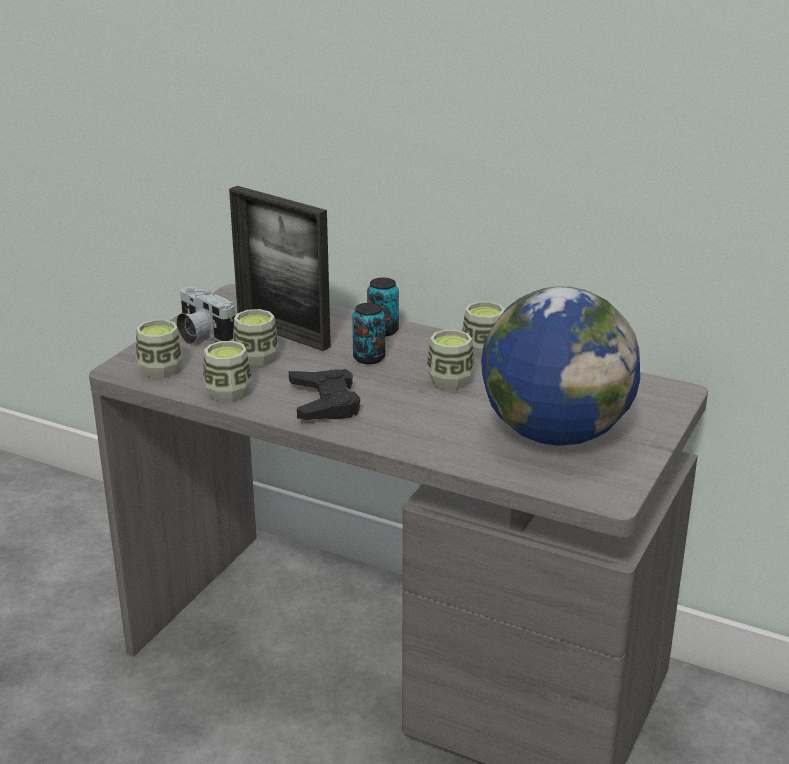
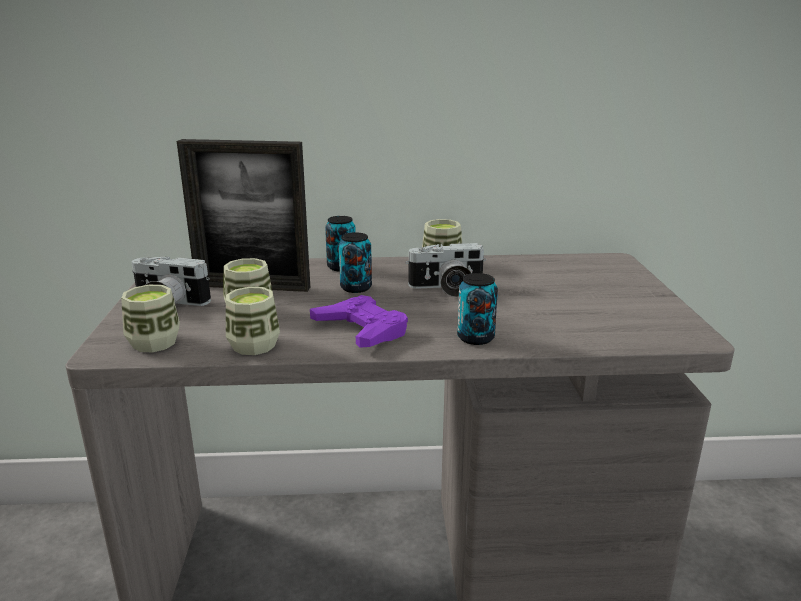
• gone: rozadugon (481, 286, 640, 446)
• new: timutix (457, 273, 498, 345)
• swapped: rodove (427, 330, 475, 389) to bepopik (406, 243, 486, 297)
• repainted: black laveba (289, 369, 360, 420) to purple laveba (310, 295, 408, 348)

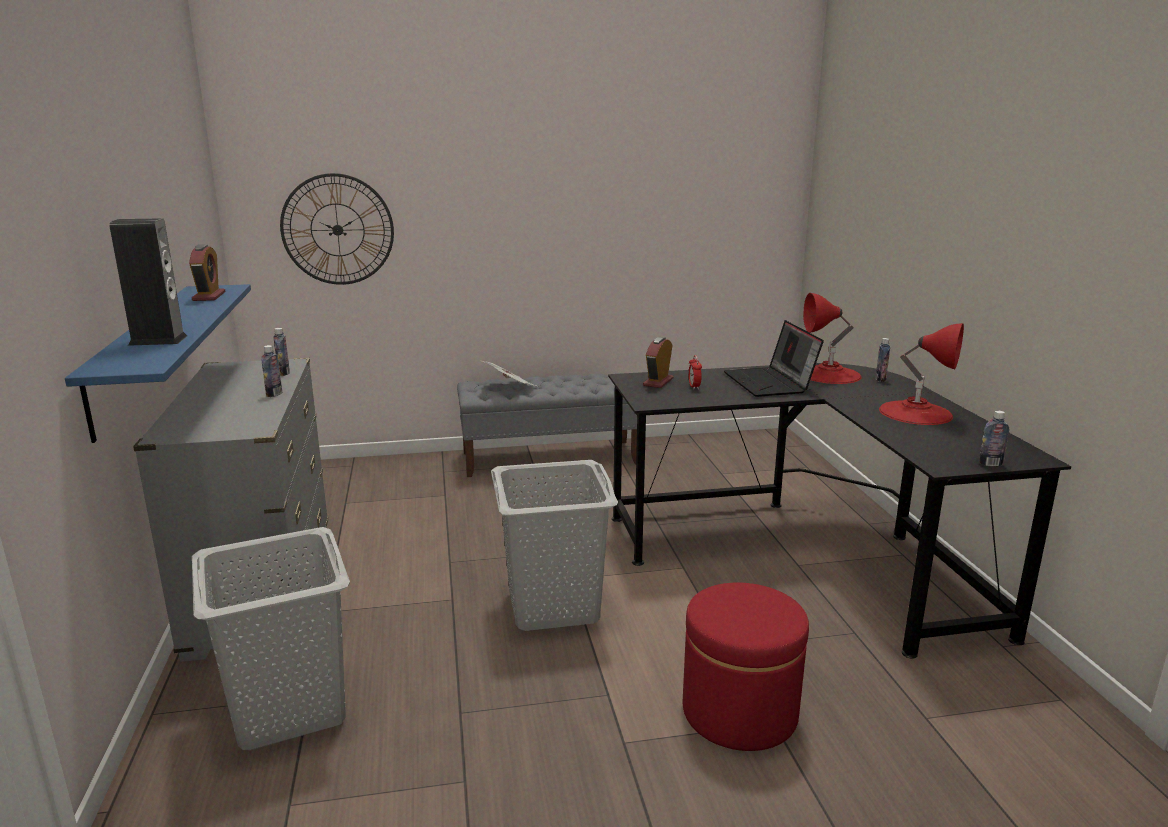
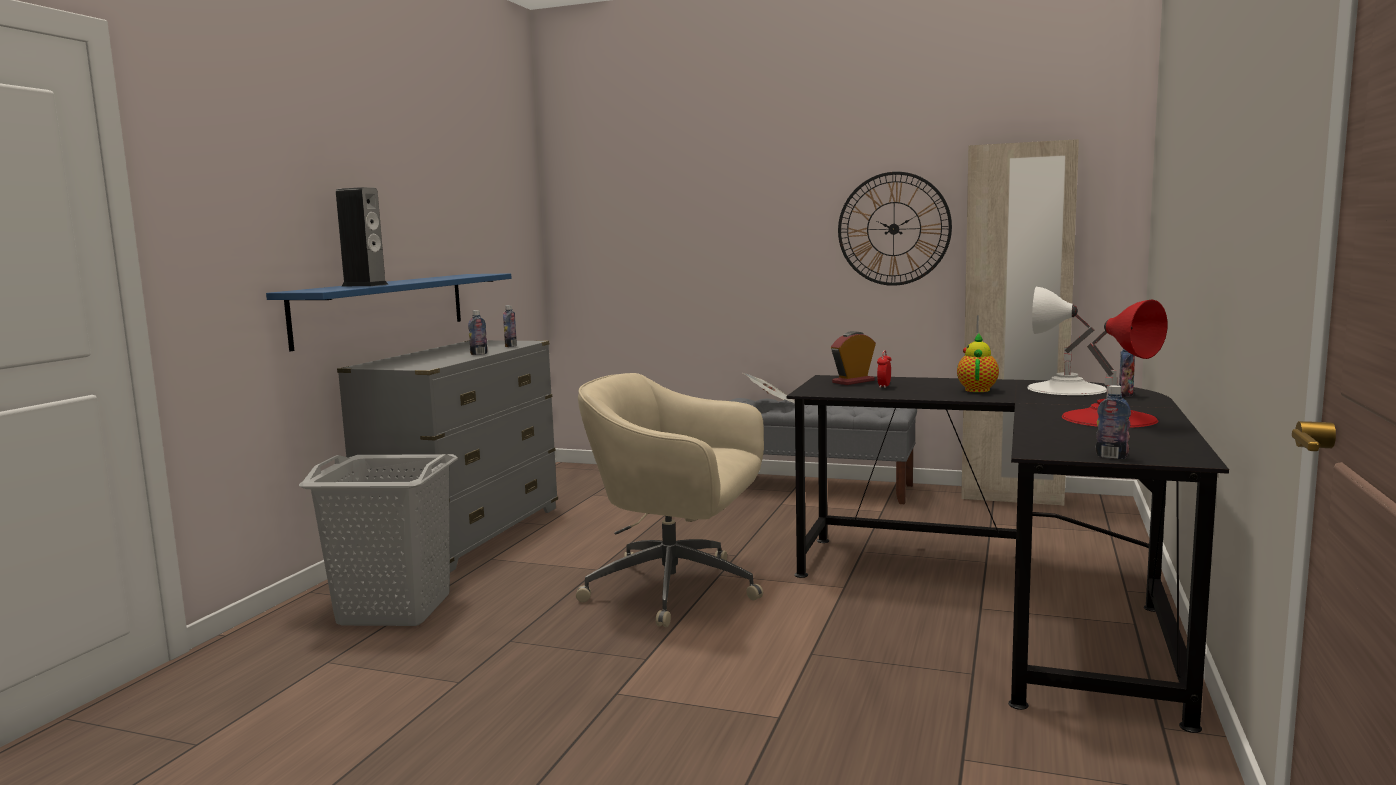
• gone: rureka (189, 244, 226, 301)
• gone: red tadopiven (683, 583, 809, 751)
• new: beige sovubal (961, 139, 1079, 506)
• shifted: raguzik (280, 173, 394, 285) to (838, 172, 952, 286)
• swapped: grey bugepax (491, 460, 618, 631) to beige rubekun (576, 373, 764, 627)
• swapped: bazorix (724, 320, 824, 397) to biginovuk (957, 333, 999, 392)
• repainted: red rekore (803, 293, 861, 384) to white rekore (1027, 287, 1107, 395)

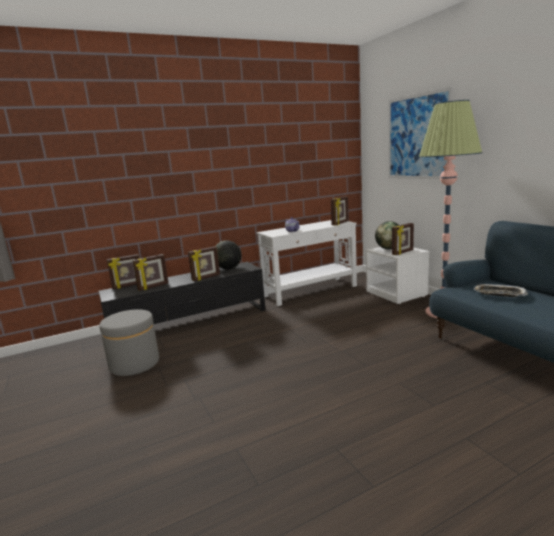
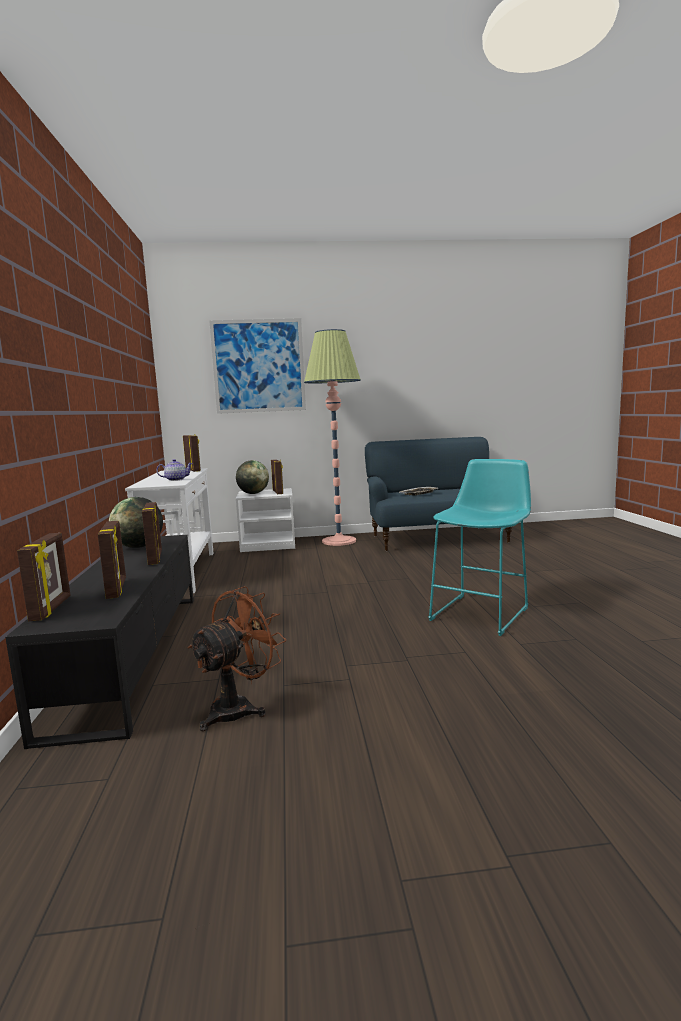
• new: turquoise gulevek (428, 459, 531, 636)
• swapped: grey tadopiven (99, 309, 159, 376) to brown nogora (188, 586, 287, 731)

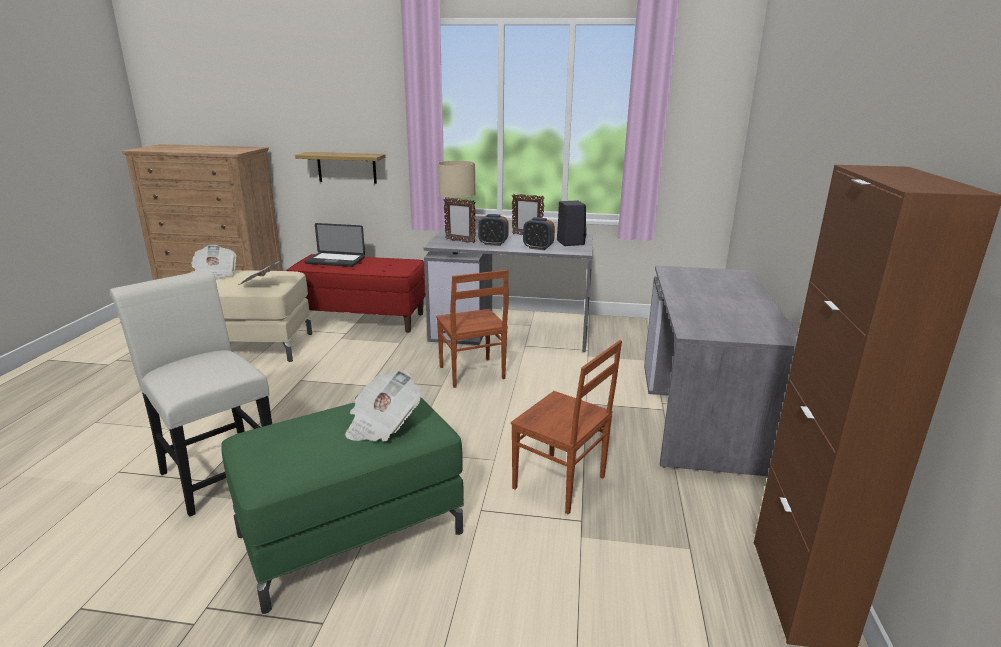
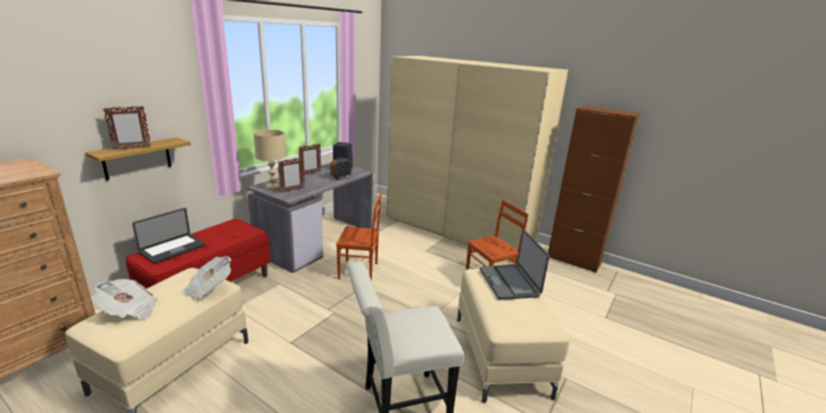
• gone: rureka (478, 214, 509, 246)
• new: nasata (103, 106, 151, 150)
• swapped: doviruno (345, 370, 421, 442) to bazorix (480, 229, 550, 300)
• swapped: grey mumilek (644, 266, 798, 476) to beige sovubal (386, 56, 568, 260)
• repainted: green tadopiven (221, 398, 464, 614) to beige tadopiven (457, 269, 570, 403)

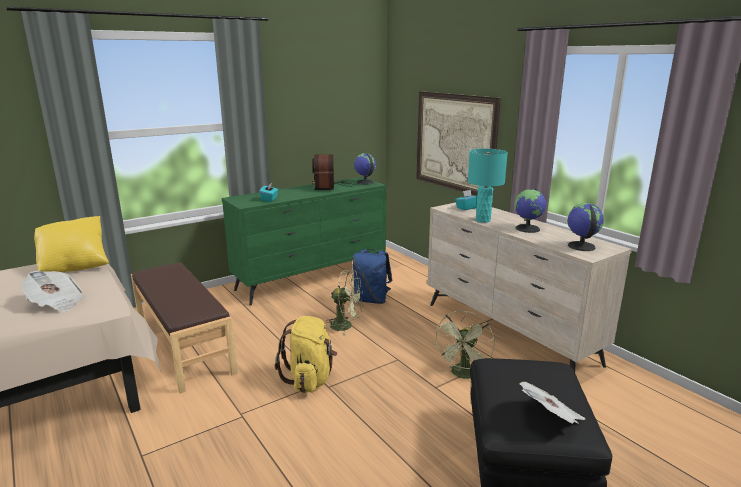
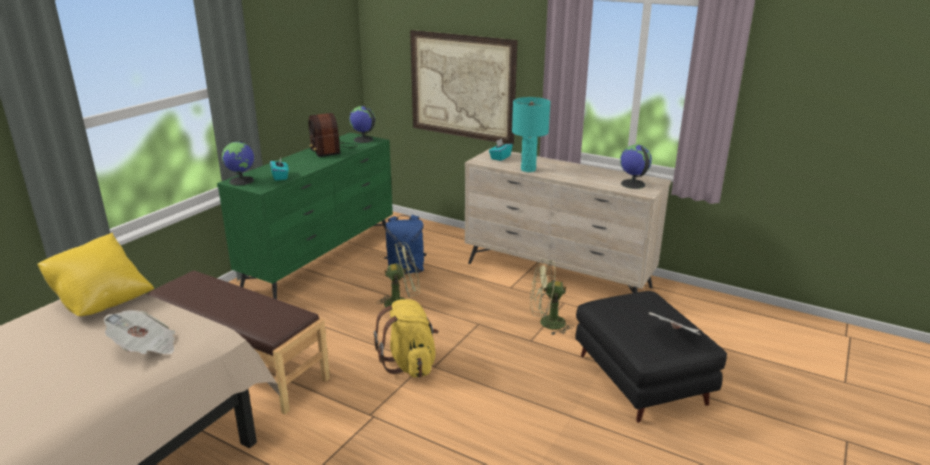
• shifted: rozadugon (514, 189, 546, 233) to (222, 141, 254, 186)
• rotated: green nogora (434, 311, 495, 379) = (530, 259, 574, 335) 90 degrees clockwise

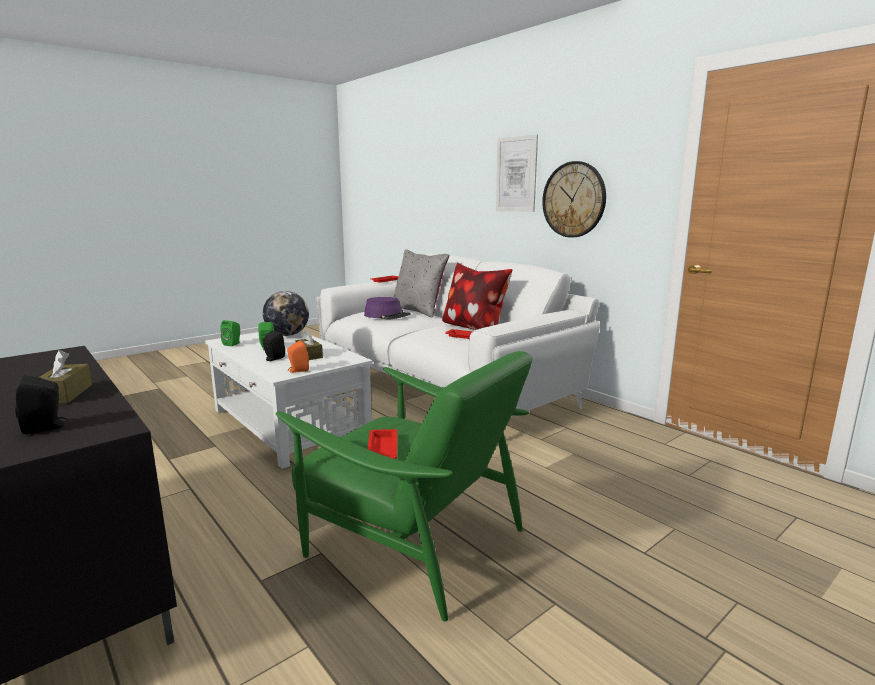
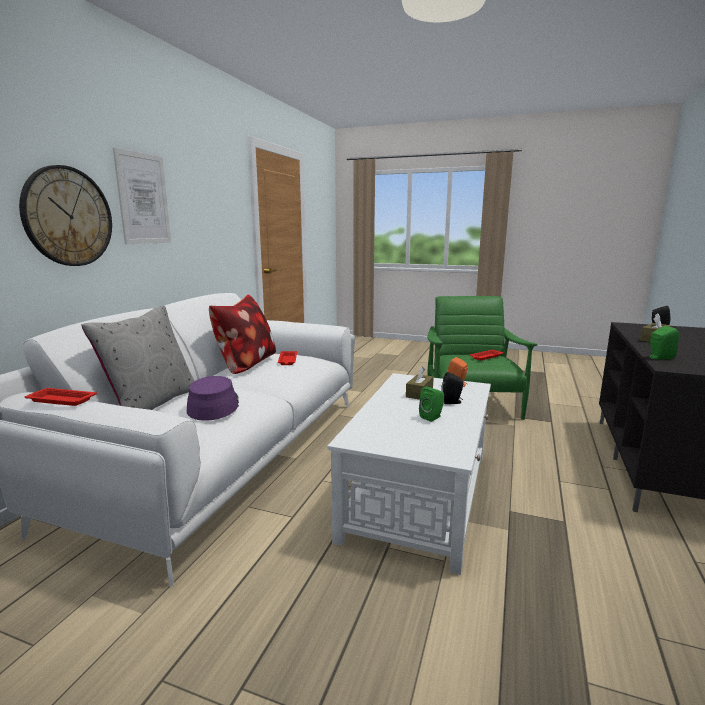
• gone: rozadugon (263, 291, 309, 336)
• shifted: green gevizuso (220, 320, 240, 346) to (650, 326, 679, 360)
• shifted: raguzik (542, 161, 606, 238) to (19, 165, 112, 266)

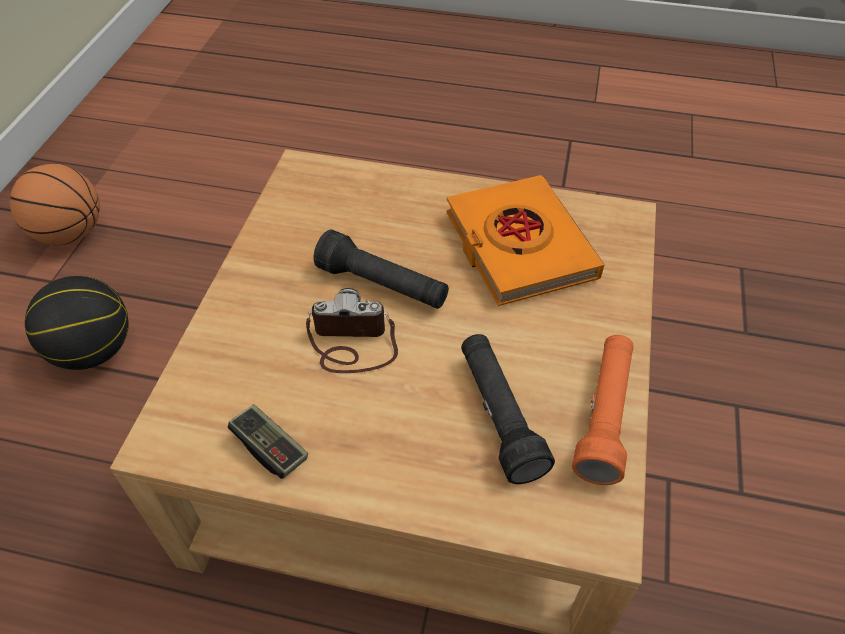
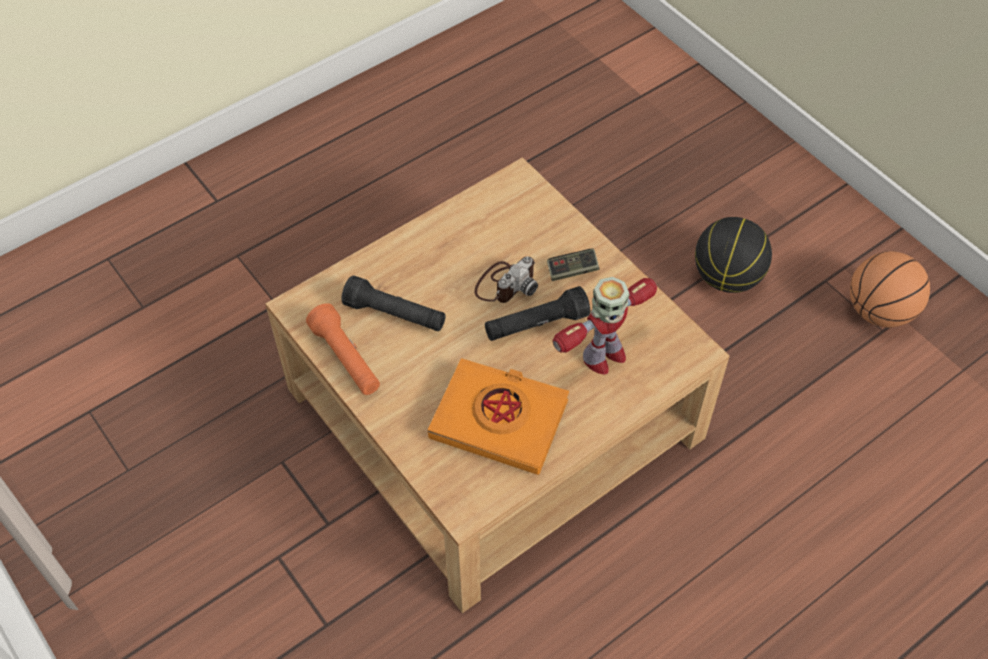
• new: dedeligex (553, 277, 657, 375)
• shifted: laveba (228, 404, 308, 479) to (547, 249, 599, 281)

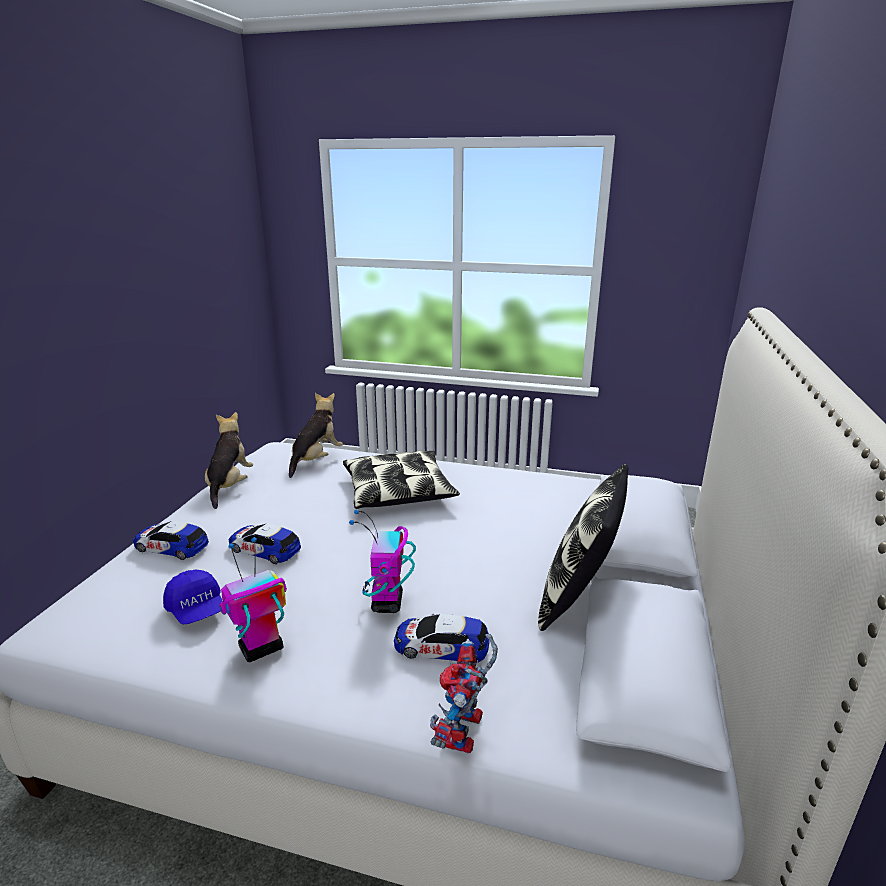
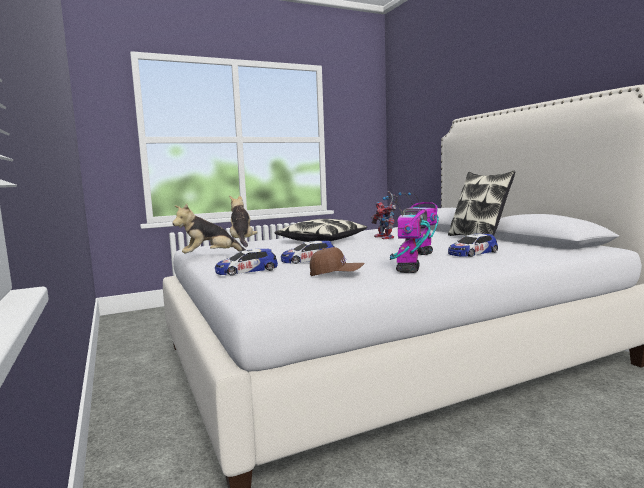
• shifted: dedeligex (430, 634, 498, 753) to (371, 191, 398, 239)
• repainted: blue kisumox (163, 569, 223, 624) to brown kisumox (310, 247, 365, 276)
• rotated: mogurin (205, 412, 253, 509) = (172, 204, 246, 253) 75 degrees counterclockwise

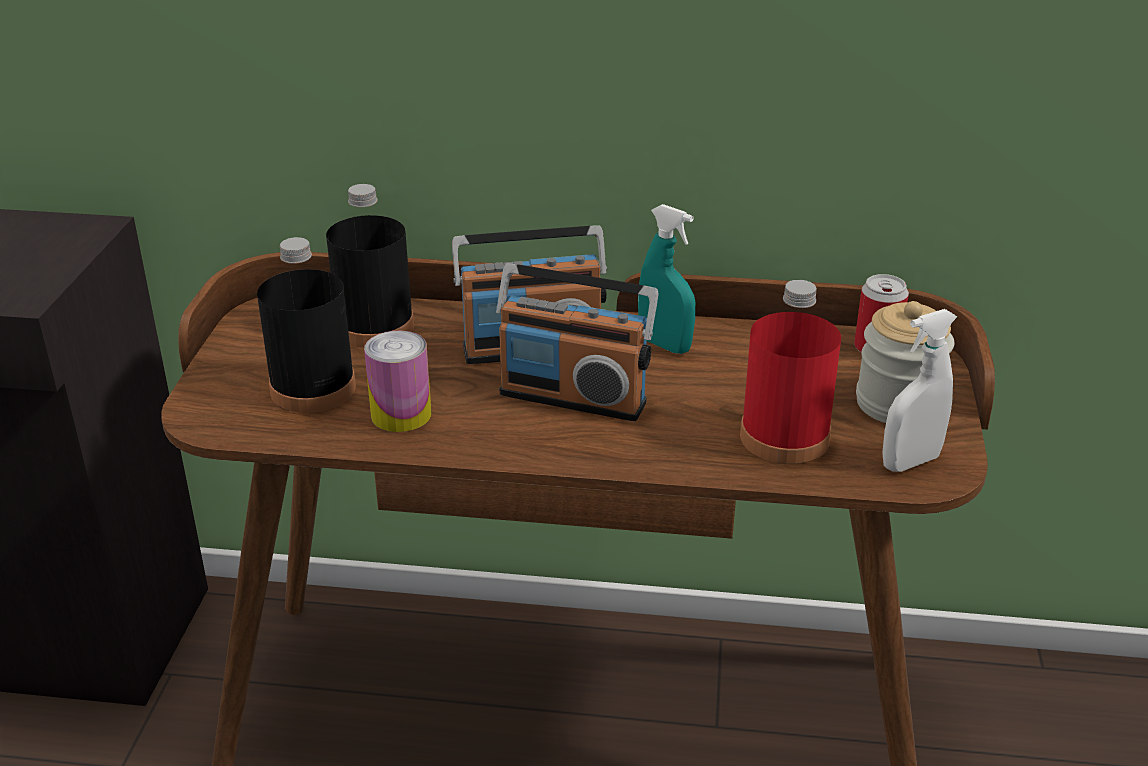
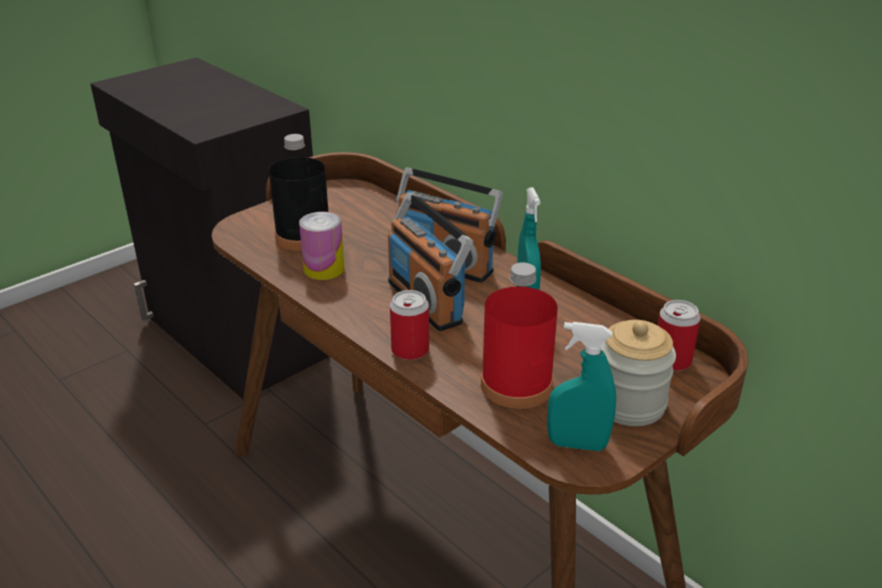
• gone: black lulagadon (326, 184, 414, 348)
• new: timutix (390, 290, 429, 360)
• repainted: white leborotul (882, 309, 957, 472) to turquoise leborotul (547, 322, 616, 451)

